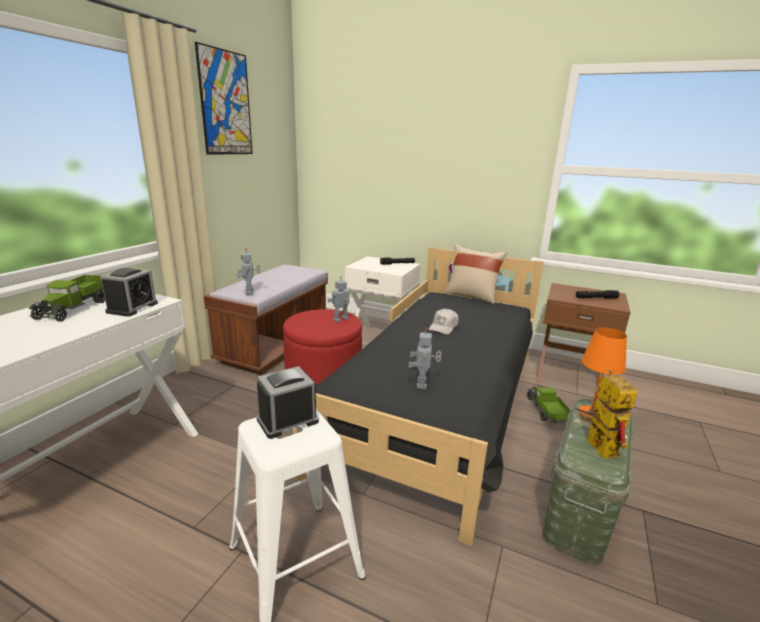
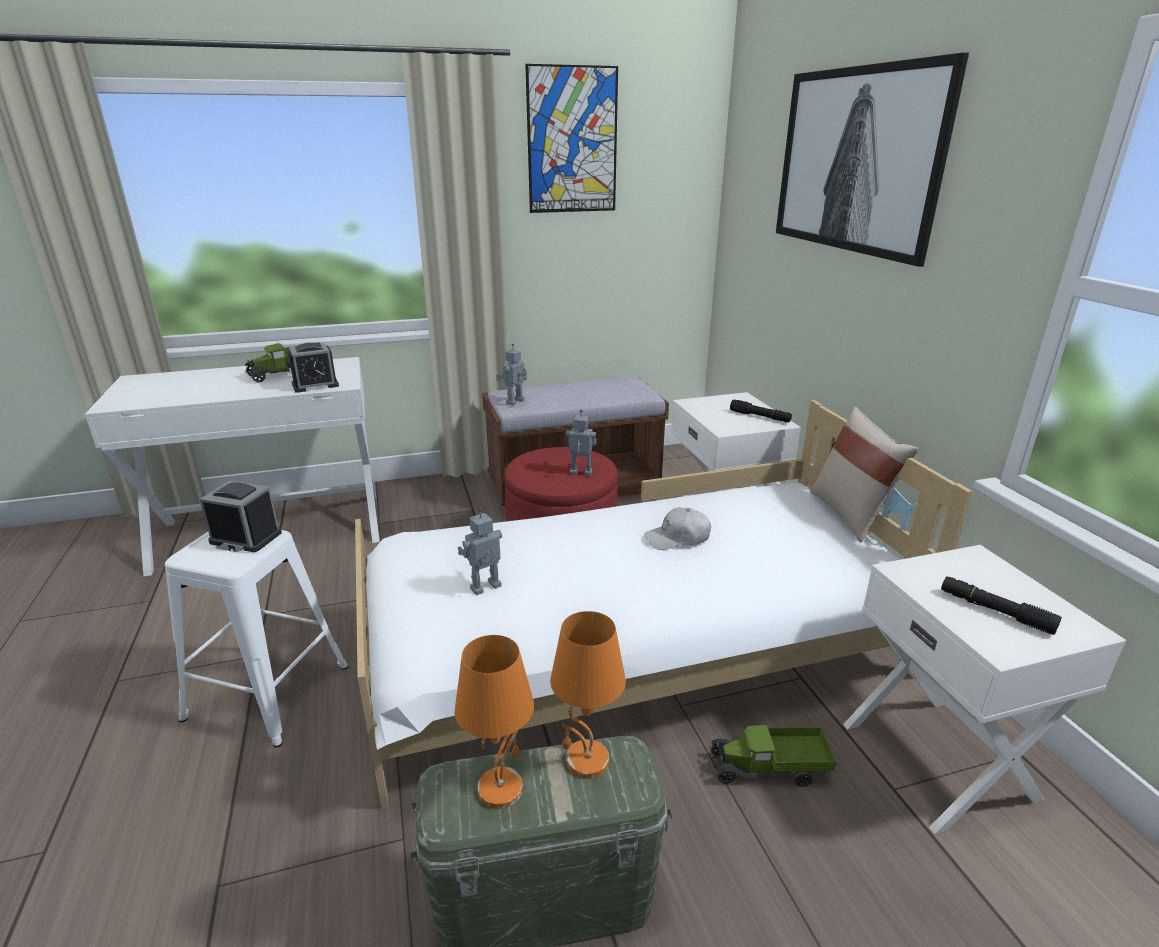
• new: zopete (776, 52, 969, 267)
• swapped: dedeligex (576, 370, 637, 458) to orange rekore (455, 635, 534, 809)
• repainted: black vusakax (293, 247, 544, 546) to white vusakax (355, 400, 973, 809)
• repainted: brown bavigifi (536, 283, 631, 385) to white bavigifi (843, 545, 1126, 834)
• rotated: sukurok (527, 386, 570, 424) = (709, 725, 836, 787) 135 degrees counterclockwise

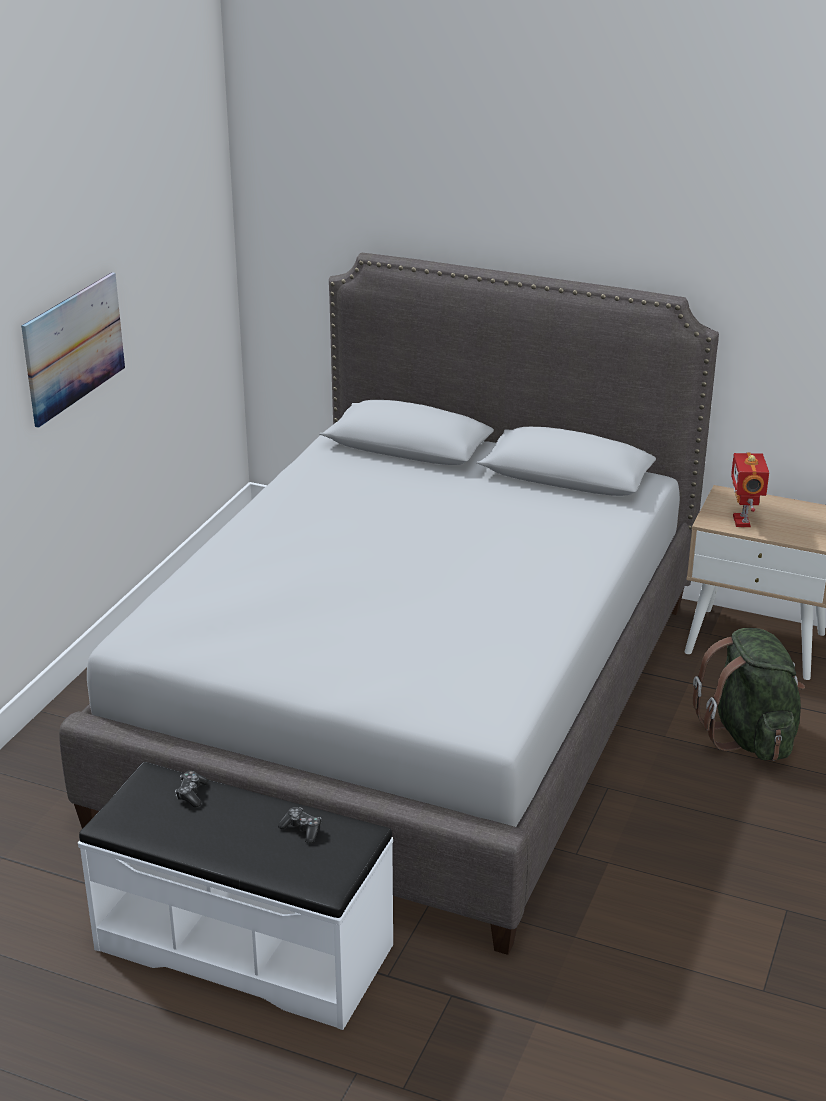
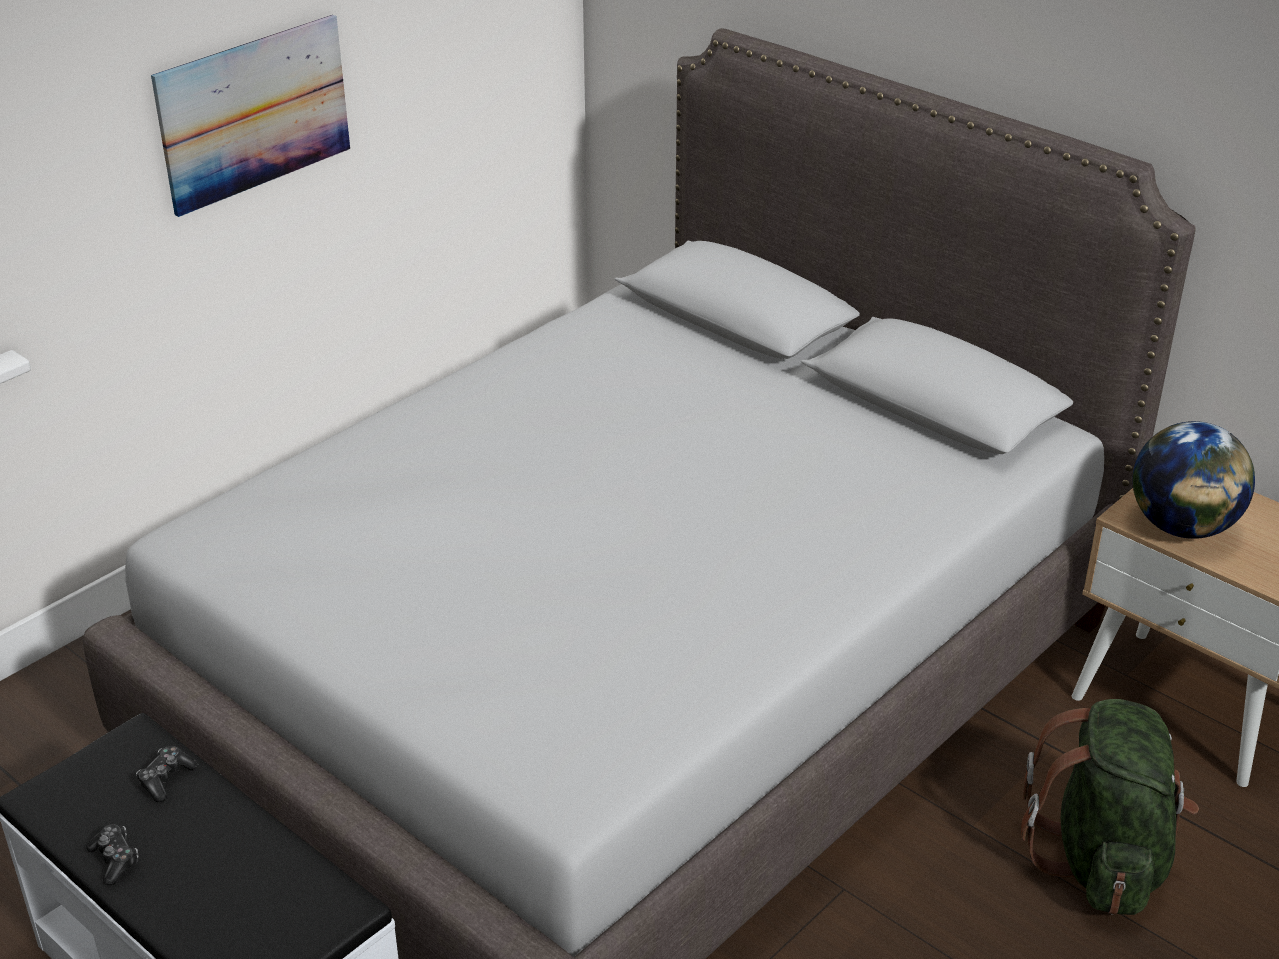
• shifted: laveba (278, 807, 322, 844) to (86, 824, 138, 885)
• swapped: dedeligex (731, 452, 769, 527) to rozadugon (1133, 421, 1255, 539)

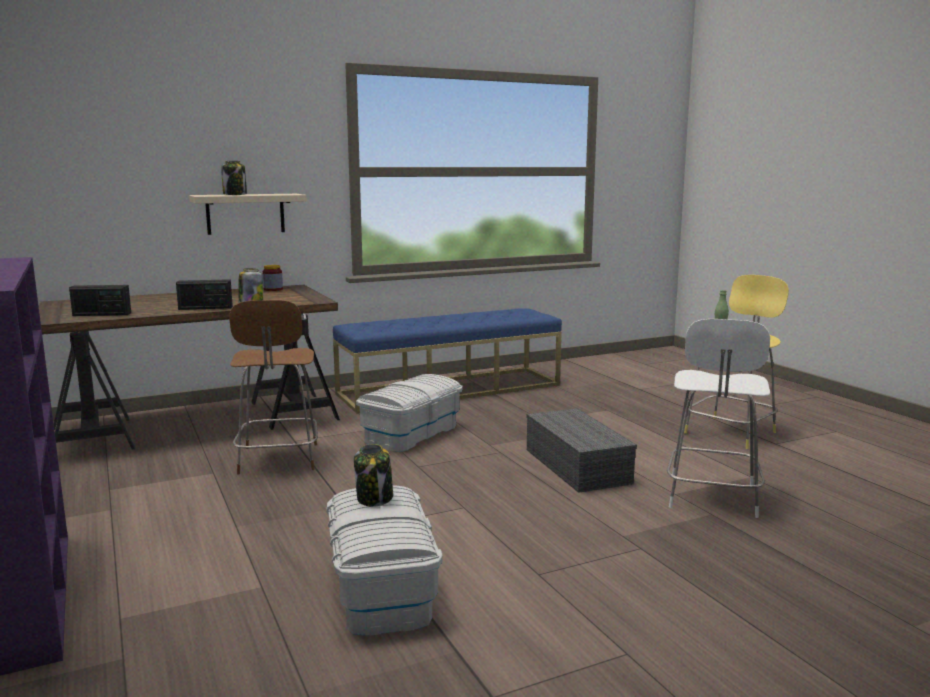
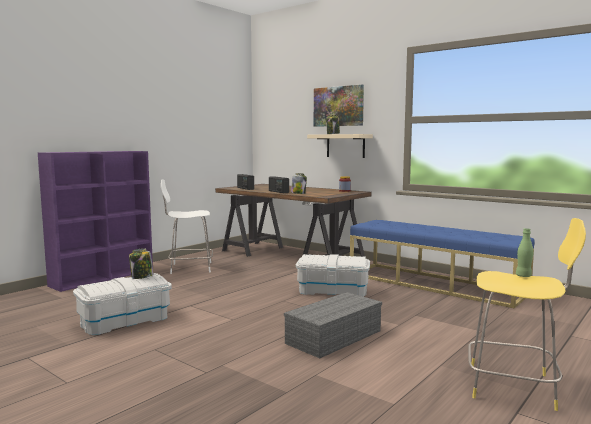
• gone: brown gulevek (229, 300, 318, 475)
• new: zopete (314, 85, 364, 127)
• shifted: white gulevek (667, 319, 770, 518) to (161, 180, 213, 274)

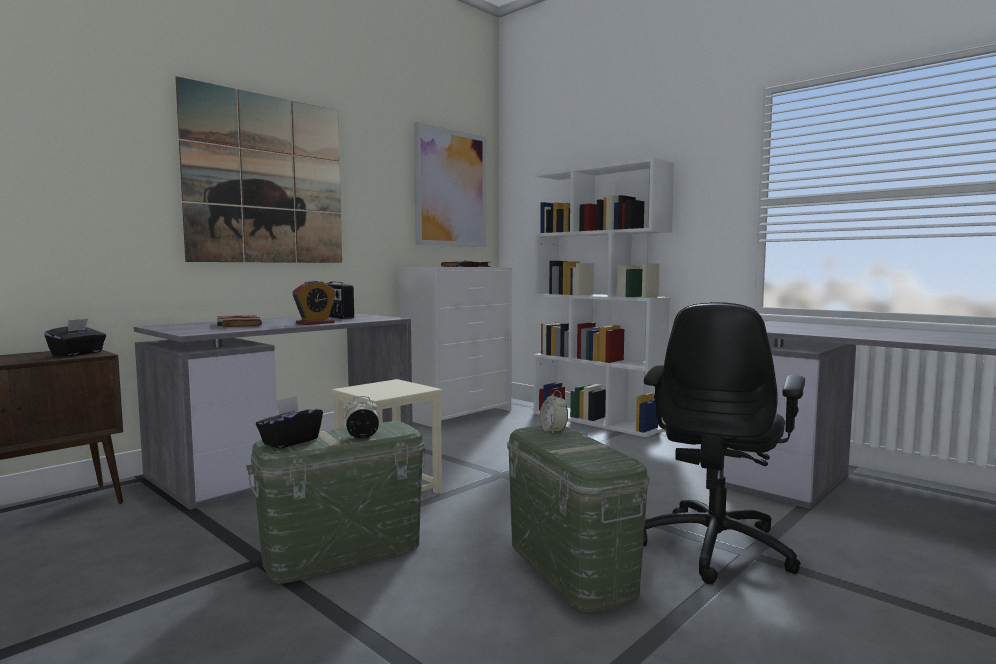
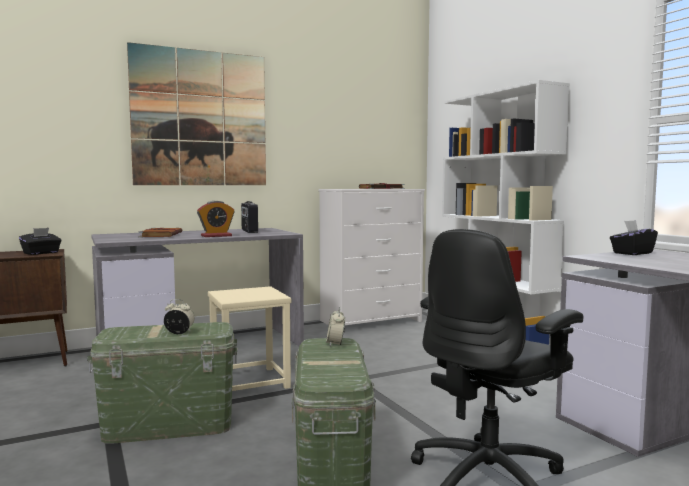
• gone: zopete (414, 122, 486, 247)
• shifted: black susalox (256, 396, 323, 448) to (610, 220, 658, 255)

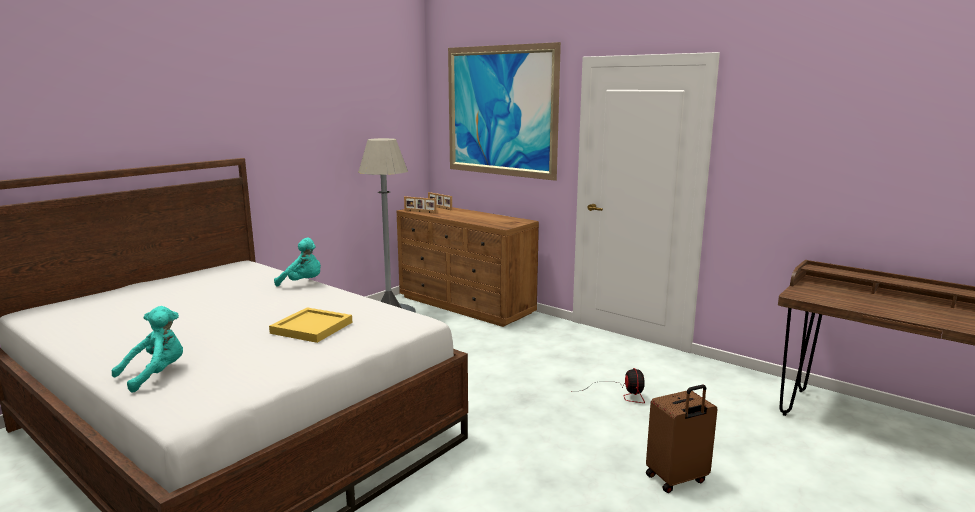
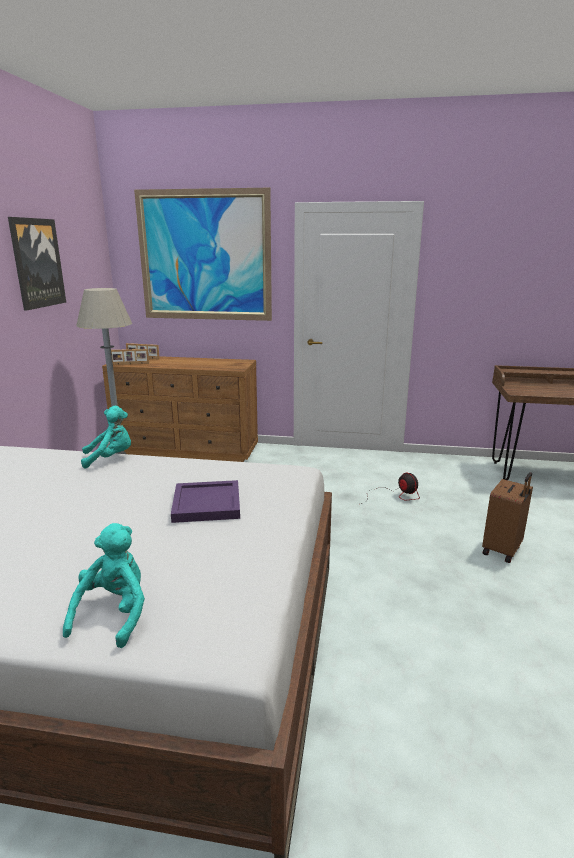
• new: zopete (8, 217, 66, 311)
• repainted: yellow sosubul (269, 307, 353, 343) to purple sosubul (171, 480, 240, 523)

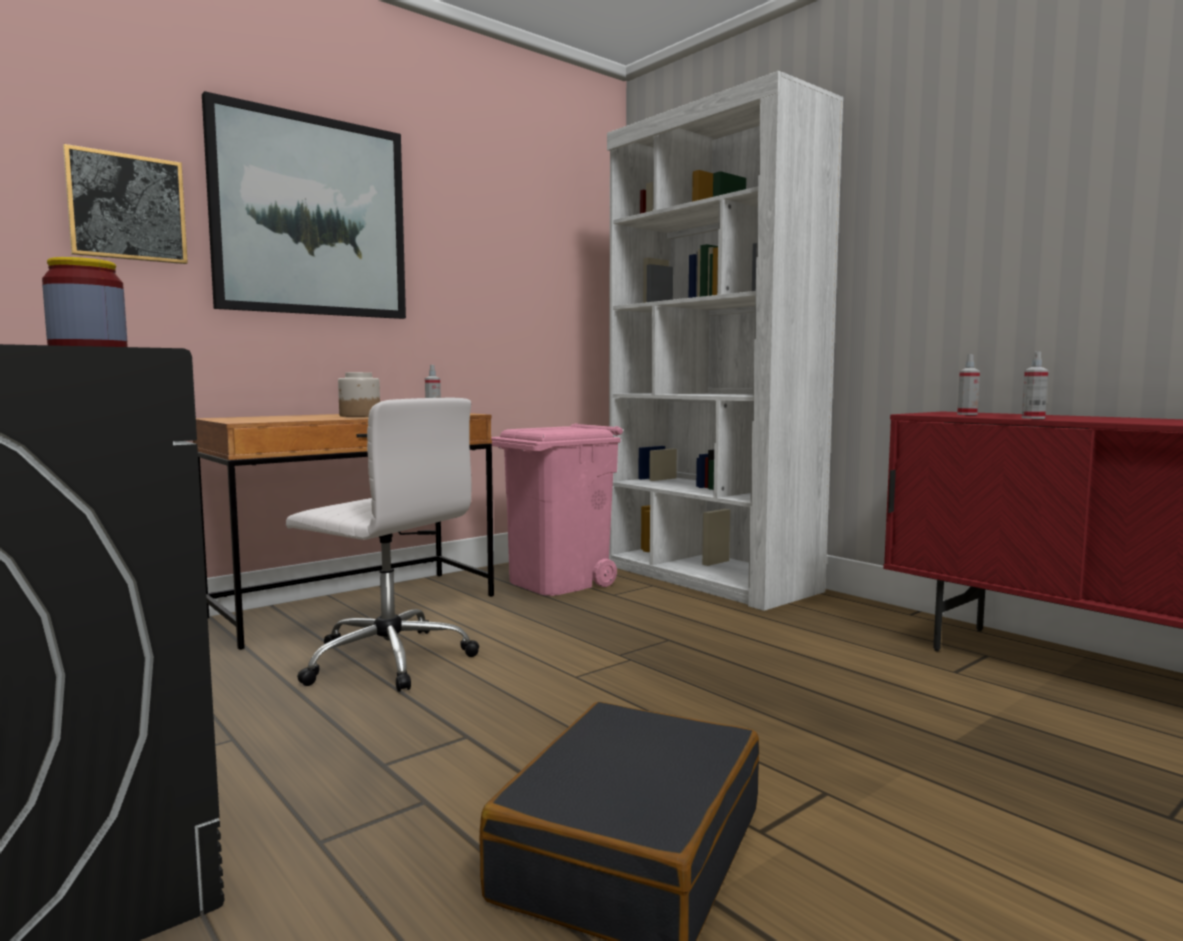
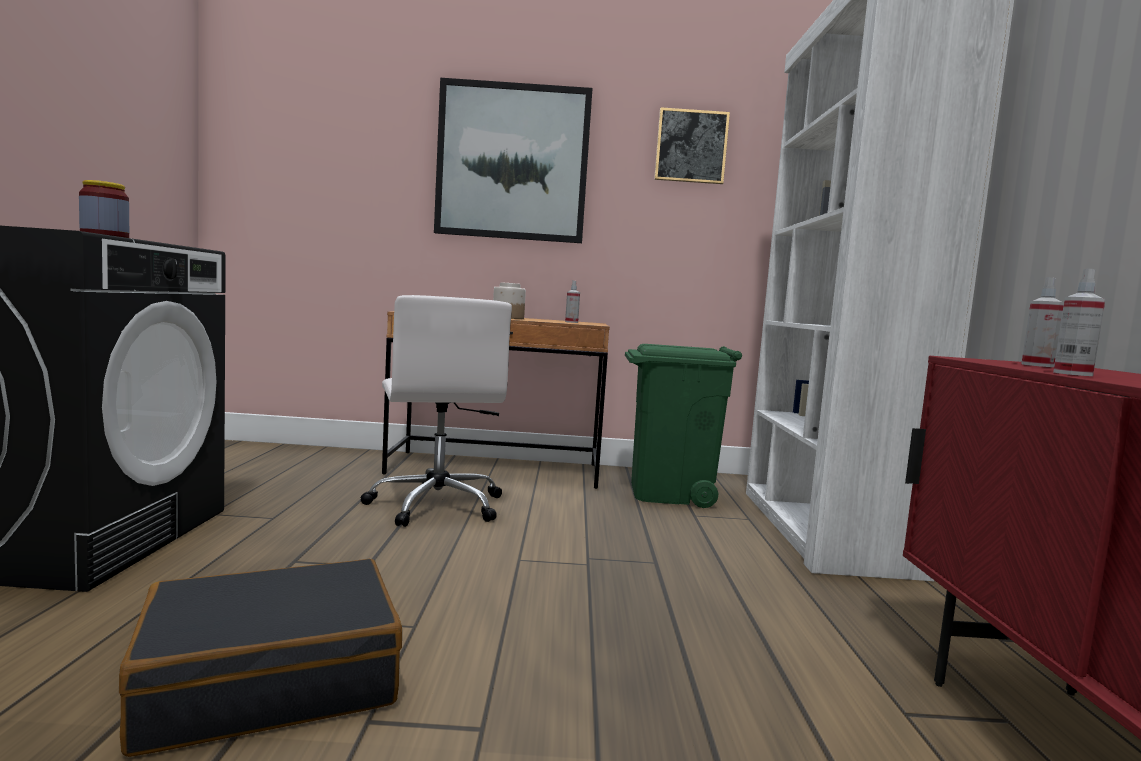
• shifted: zopete (63, 144, 188, 264) to (654, 107, 730, 184)
• repainted: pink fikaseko (491, 423, 623, 596) to green fikaseko (625, 344, 742, 508)

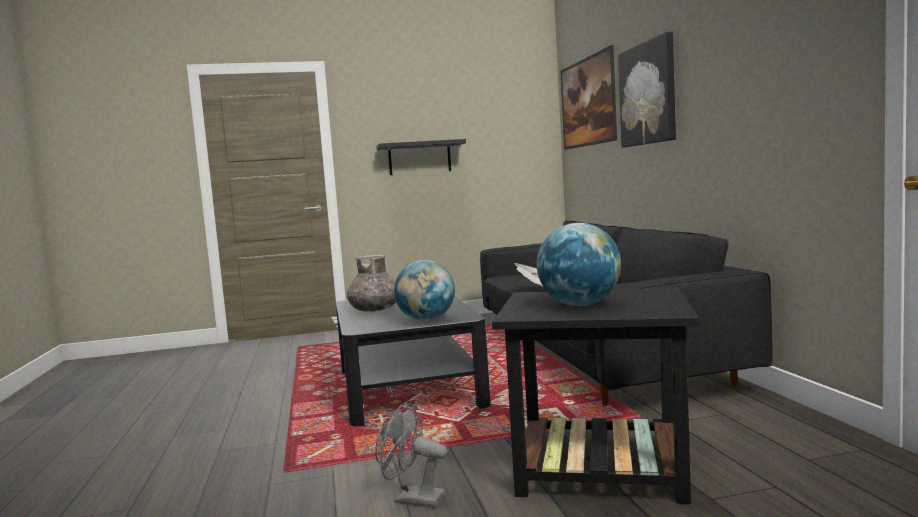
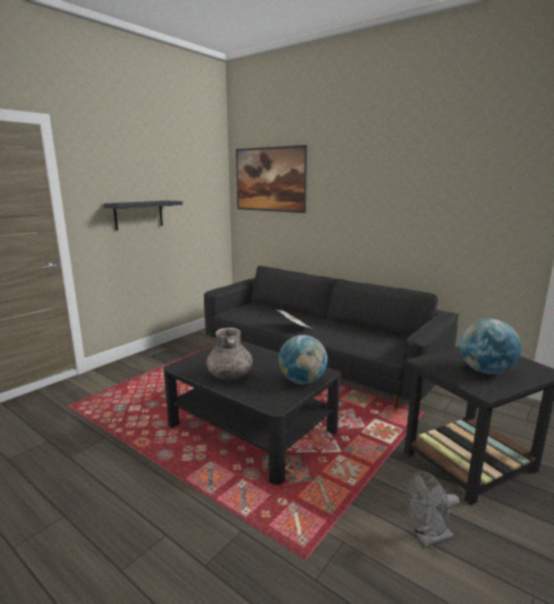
• gone: zopete (618, 32, 676, 148)

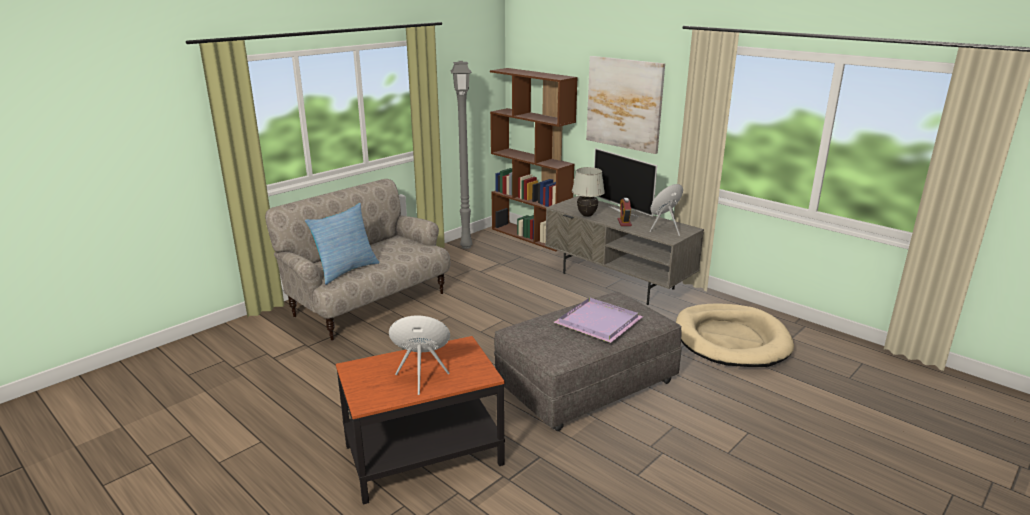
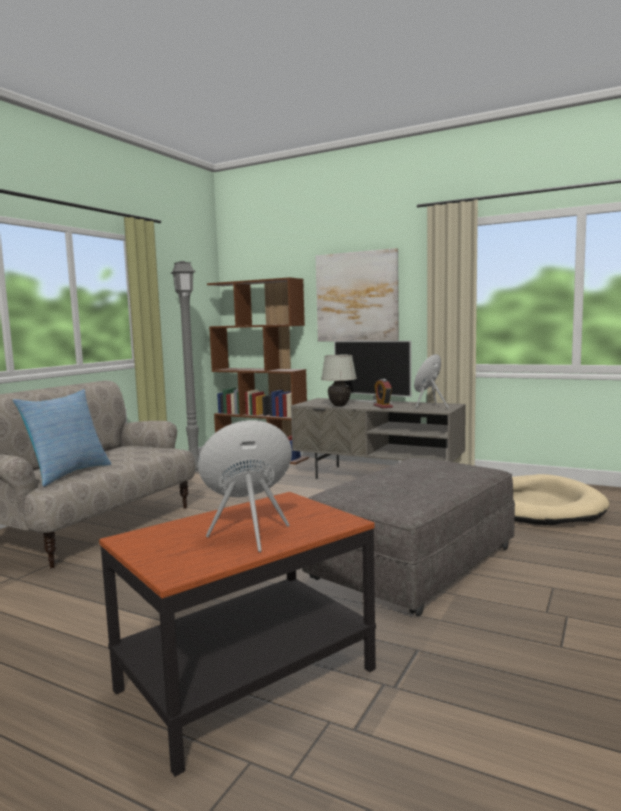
• gone: purple sosubul (553, 297, 643, 343)

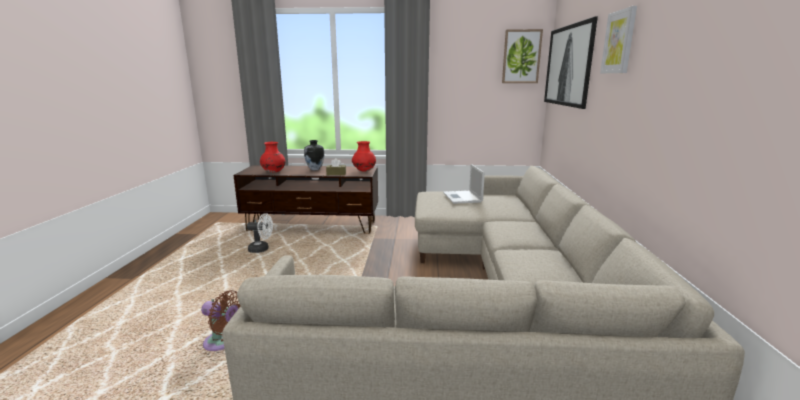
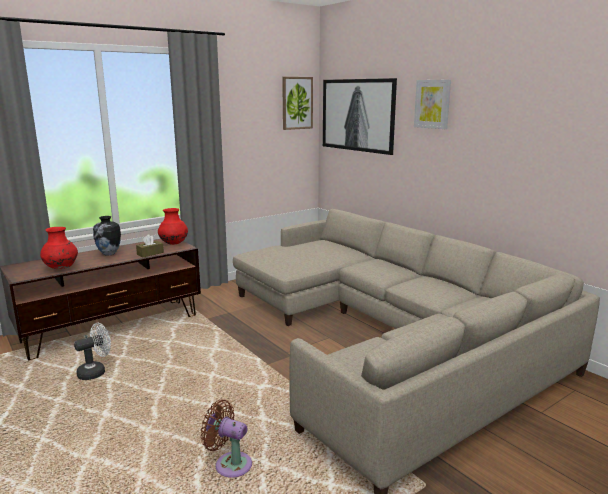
• gone: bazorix (443, 164, 485, 204)
• rotated: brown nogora (201, 290, 240, 351) = (201, 400, 252, 478) 135 degrees counterclockwise

